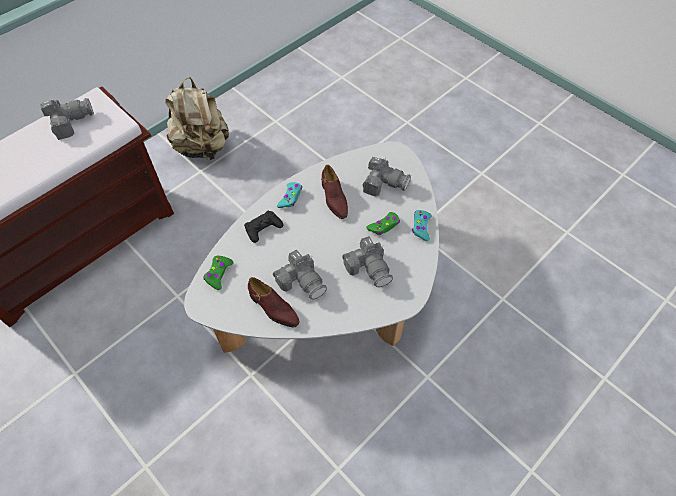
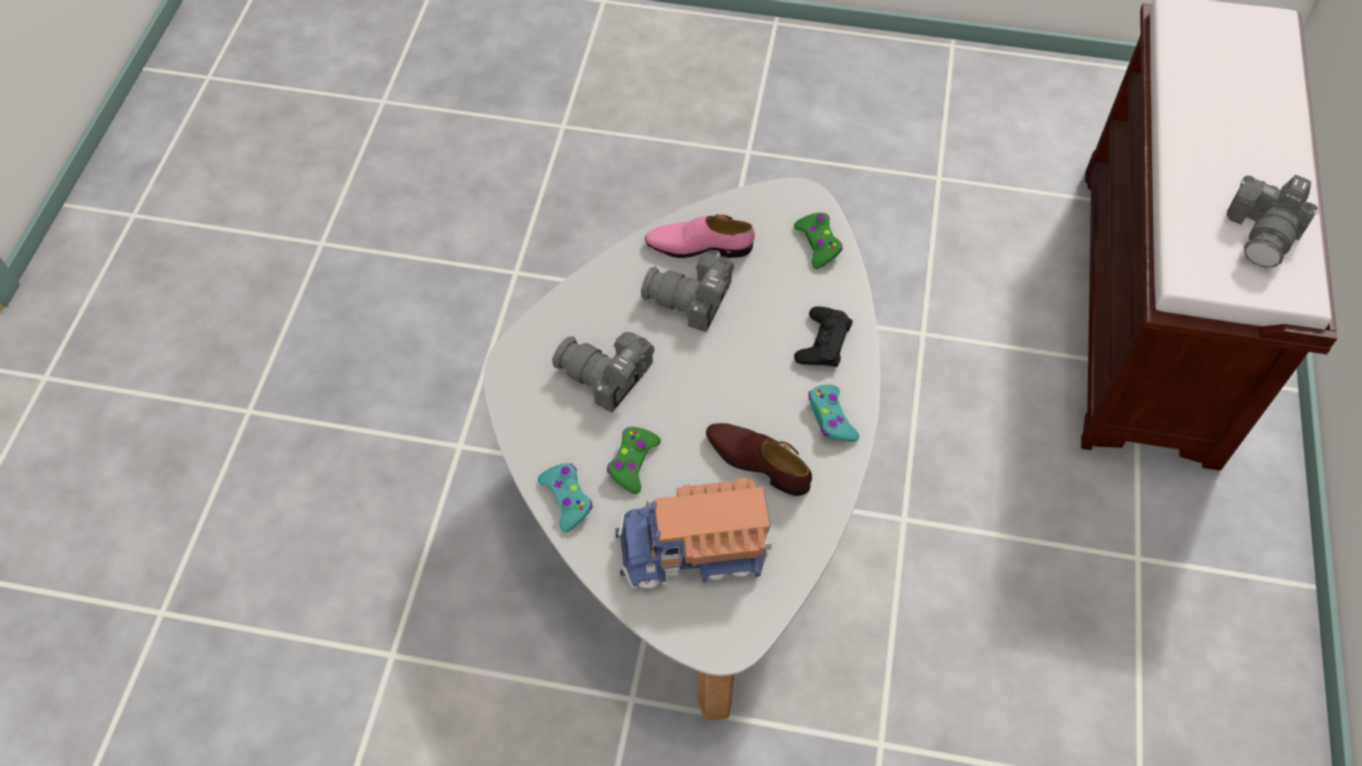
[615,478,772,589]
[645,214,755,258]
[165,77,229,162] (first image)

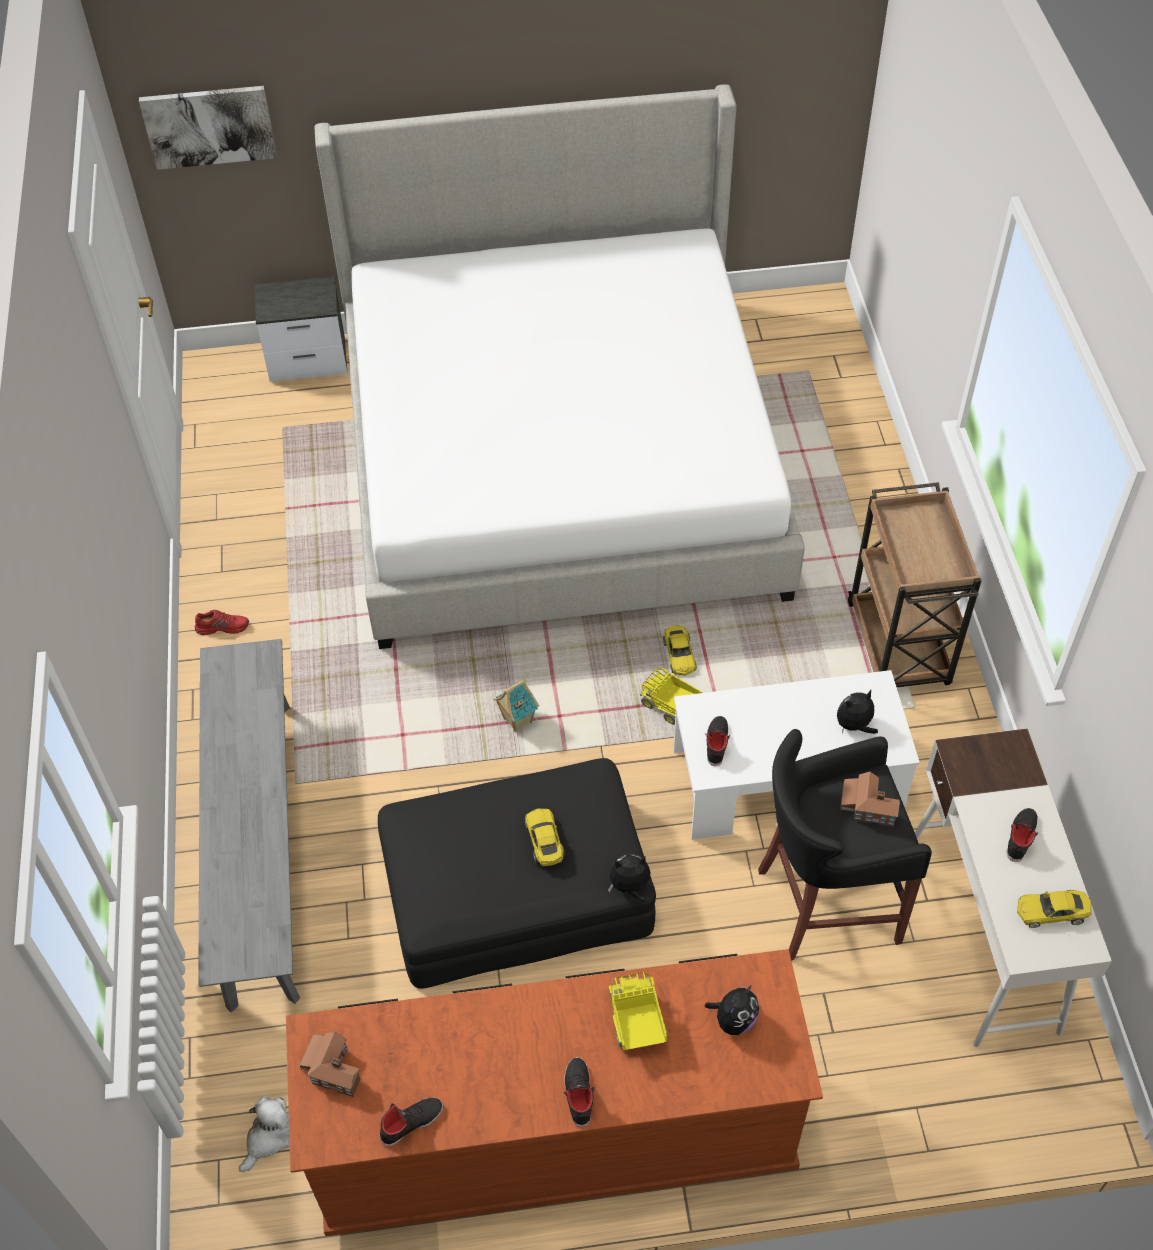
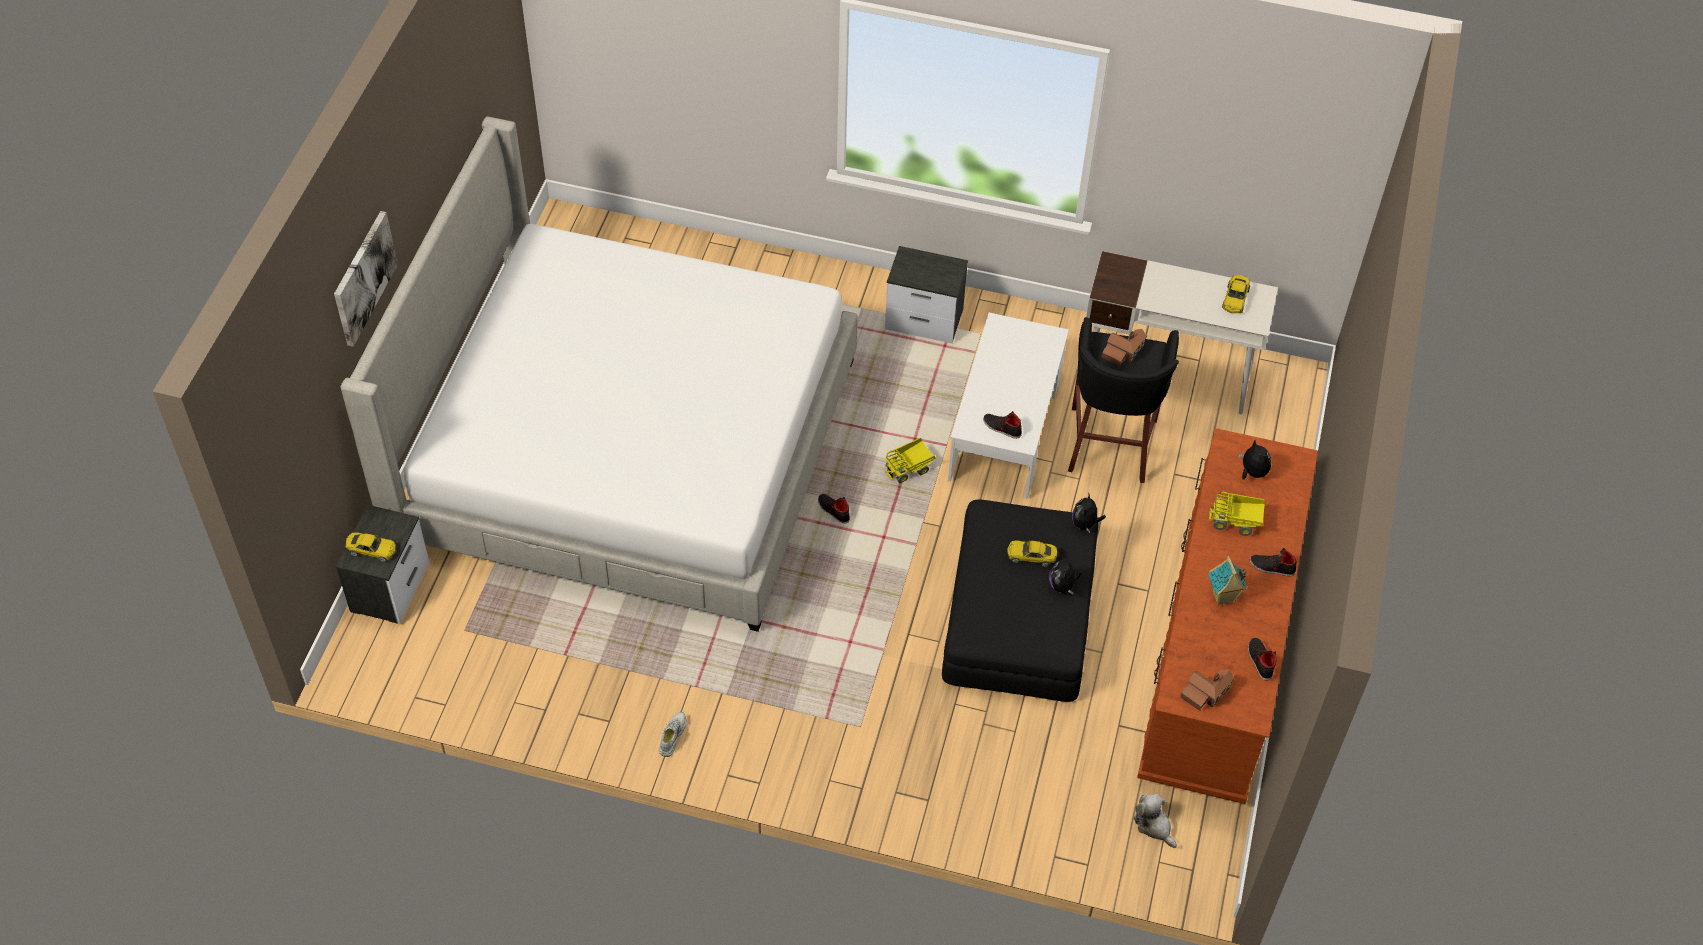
[334,211,398,347]
[345,532,396,562]
[659,712,687,757]
[818,494,850,524]
[885,246,968,343]
[1049,555,1082,595]
[1208,556,1247,606]
[198,639,300,1012] (first image)

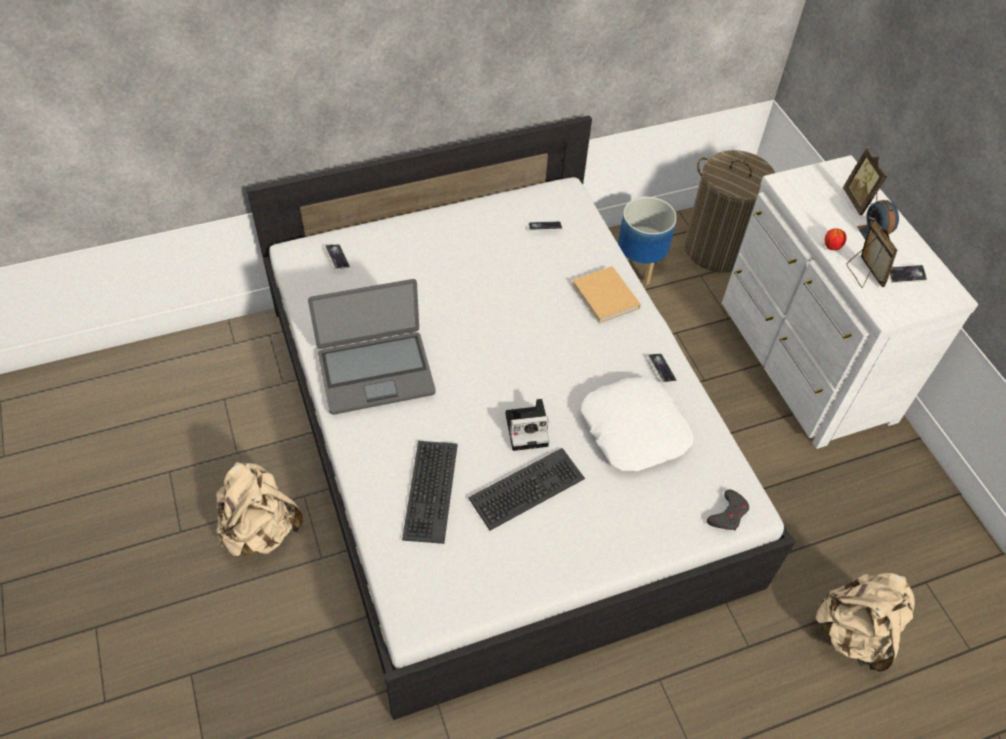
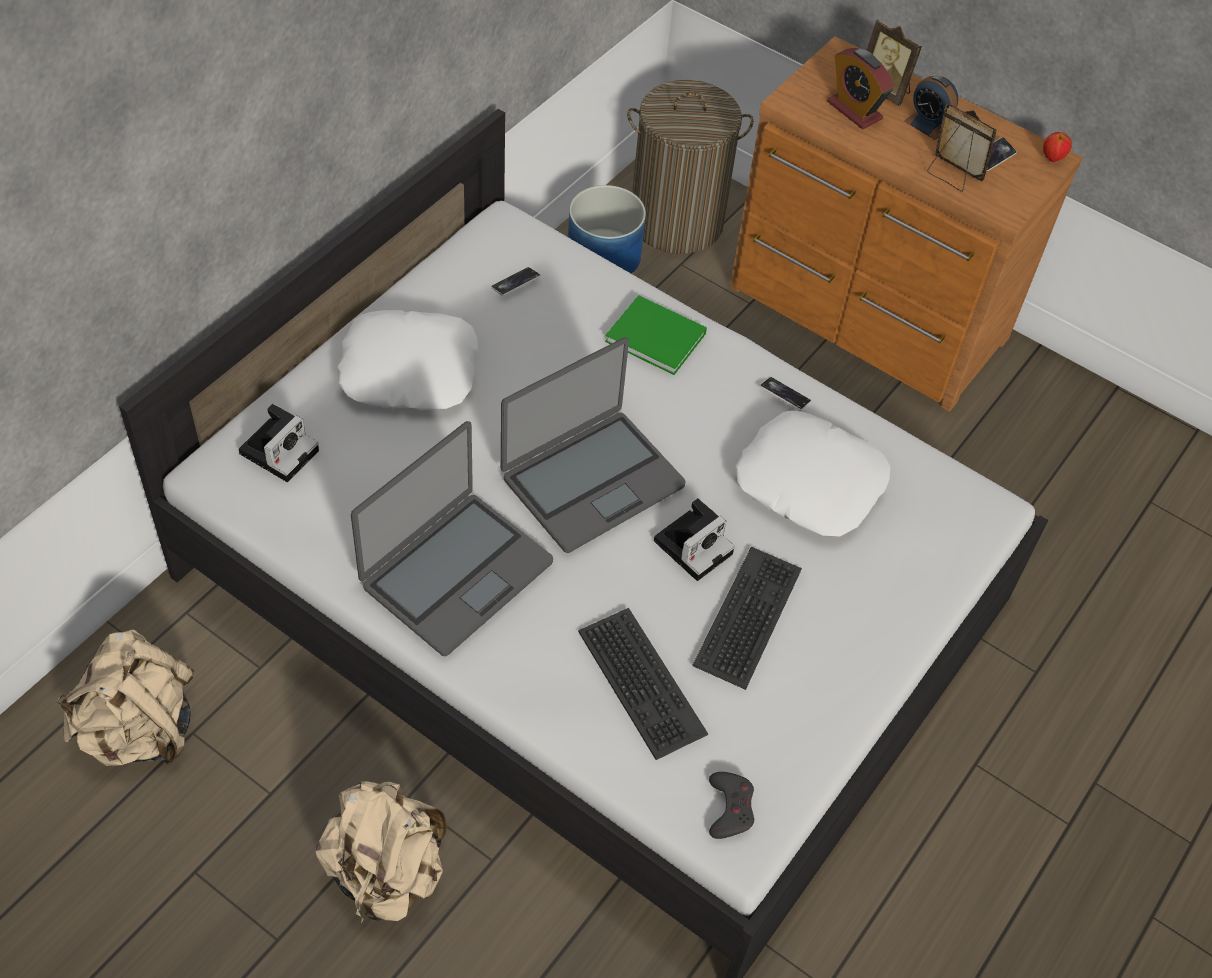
[57,629,194,766]
[239,404,319,482]
[338,310,478,410]
[501,337,686,553]
[605,295,707,375]
[709,772,755,839]
[730,36,1082,412]
[827,48,894,129]
[1043,132,1072,162]

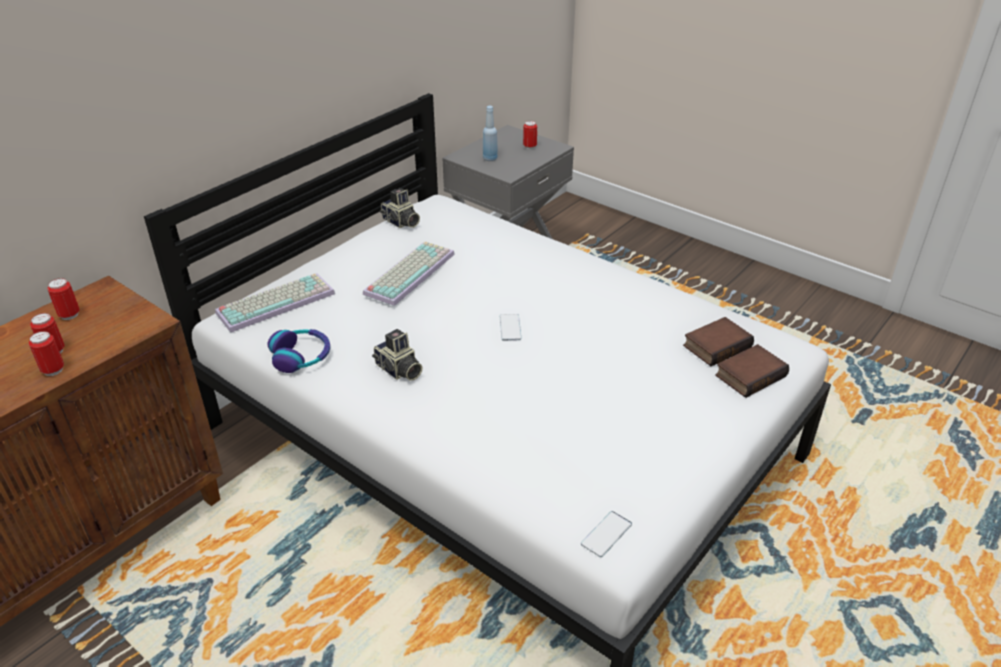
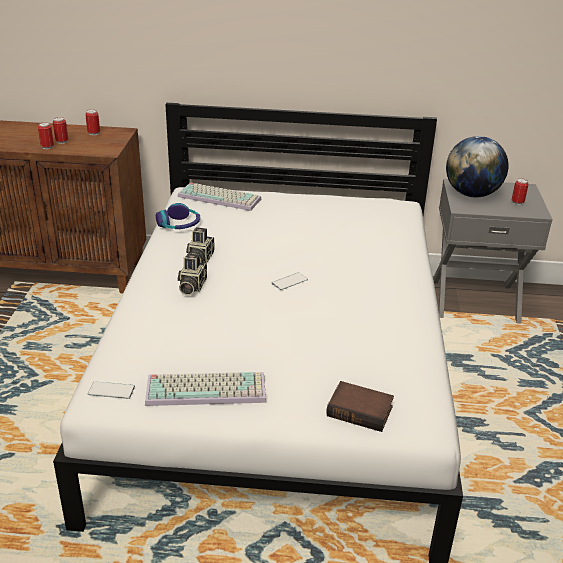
[145,372,266,406]
[178,253,207,295]
[446,136,509,197]
[683,317,754,366] (first image)

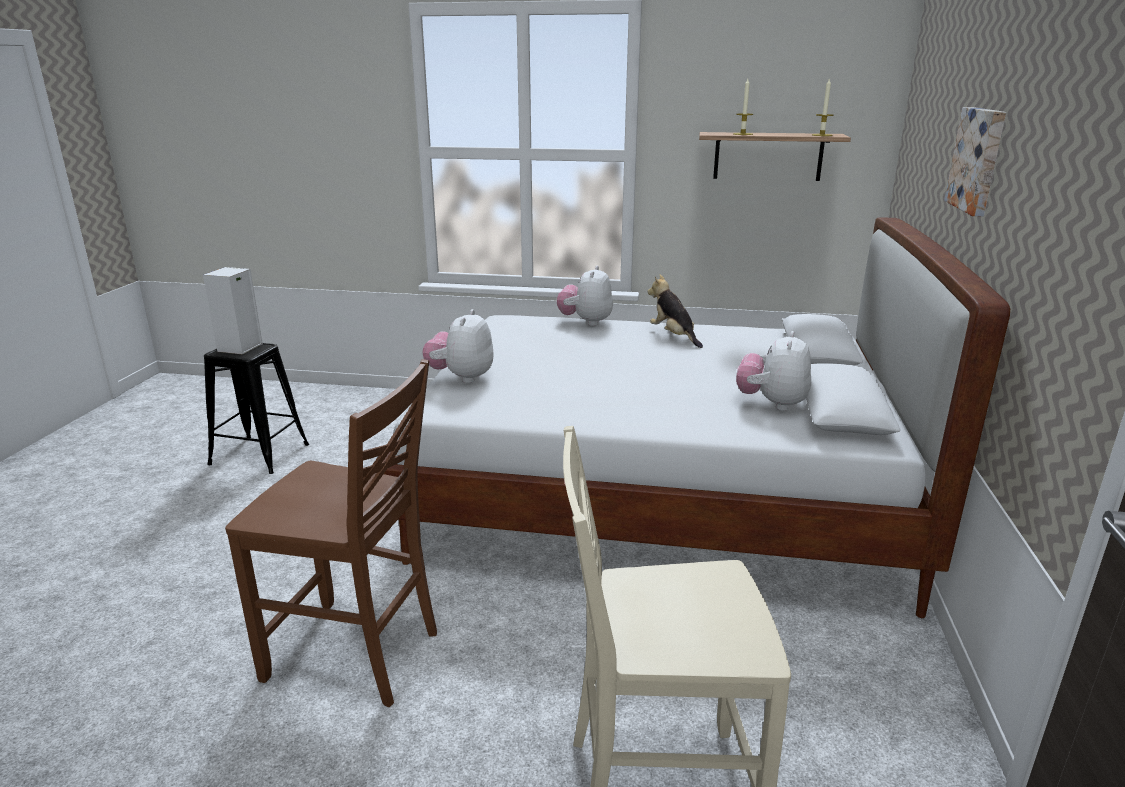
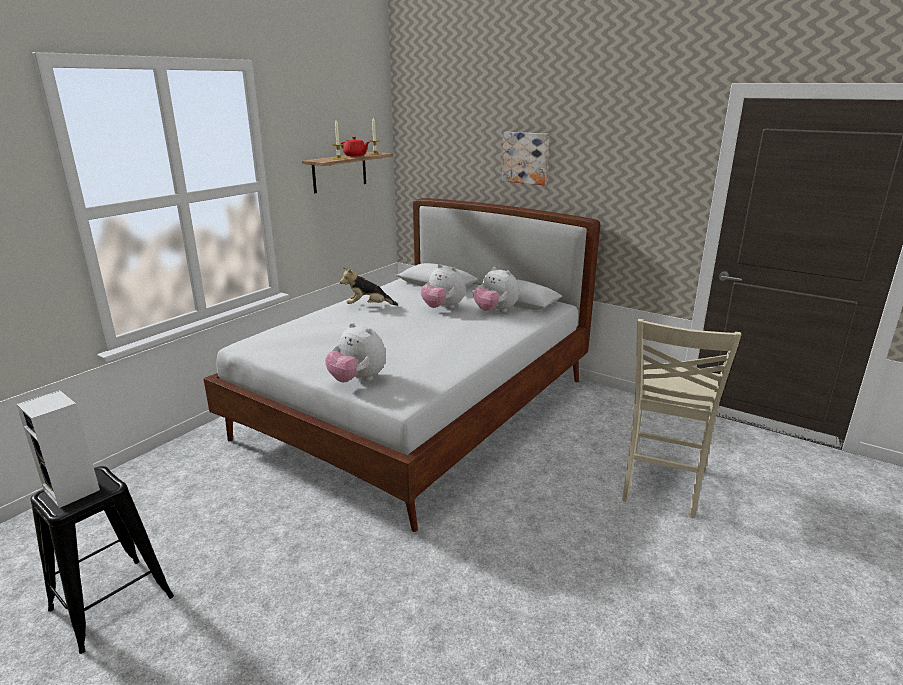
[341,137,369,157]
[421,264,465,309]
[225,359,437,707] (first image)

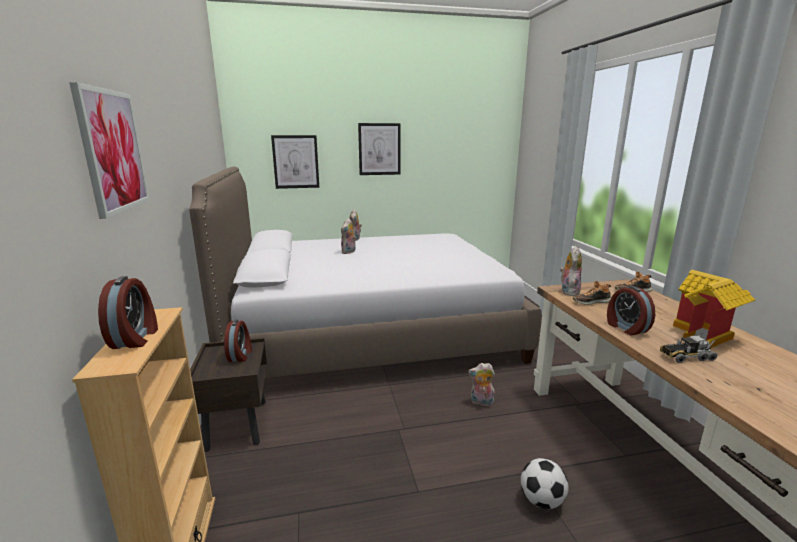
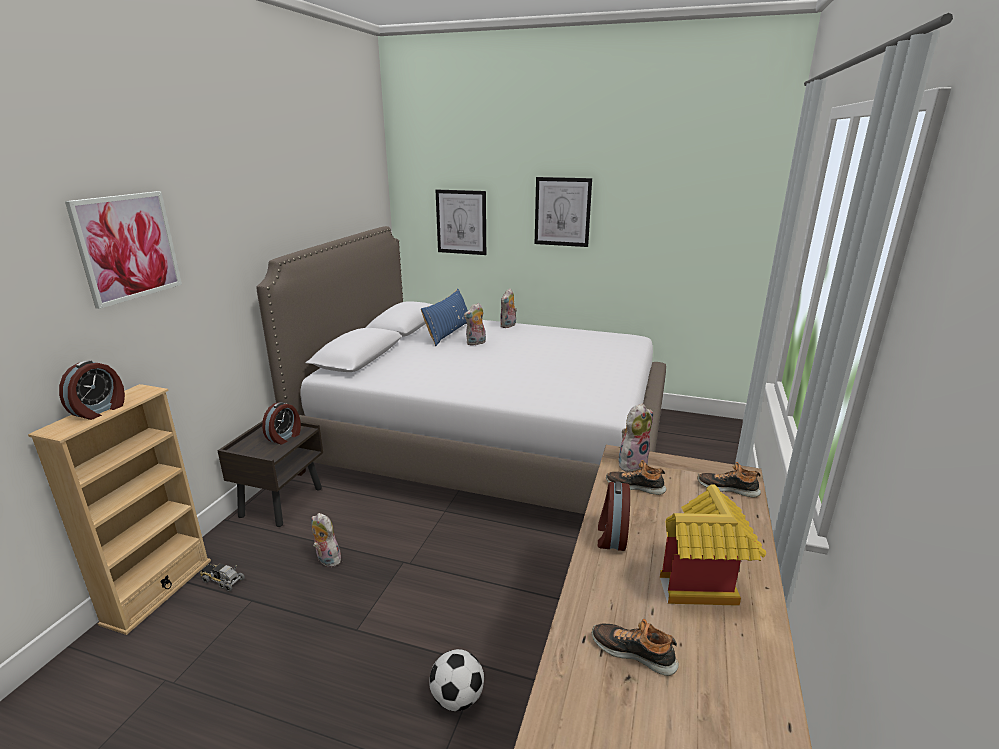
[200,563,245,591]
[311,513,343,567]
[421,289,468,346]
[592,619,679,676]

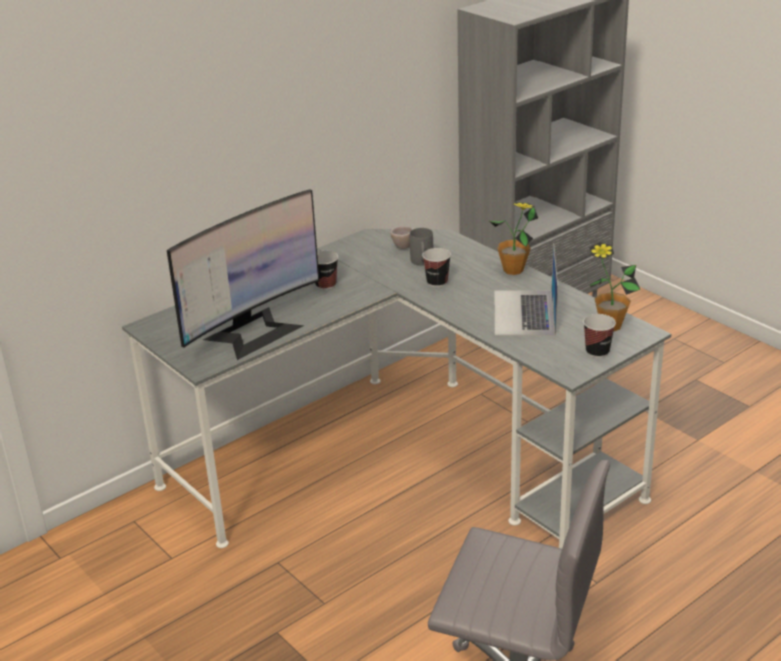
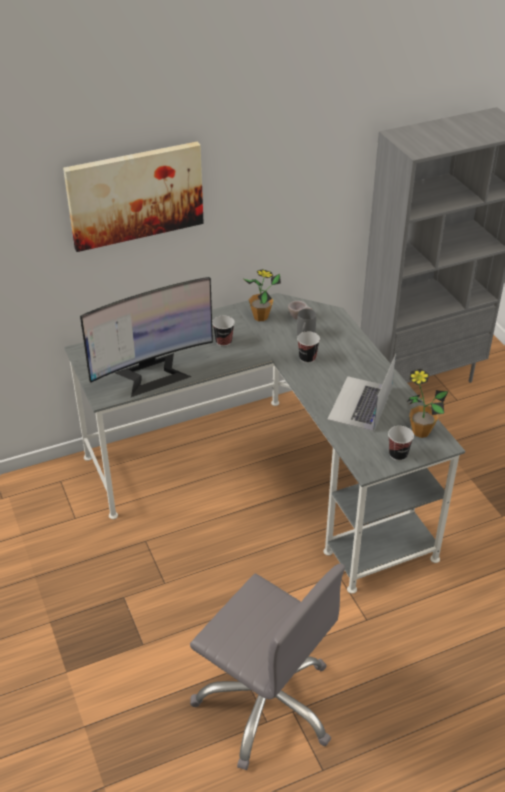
[63,141,204,252]
[244,269,281,321]

